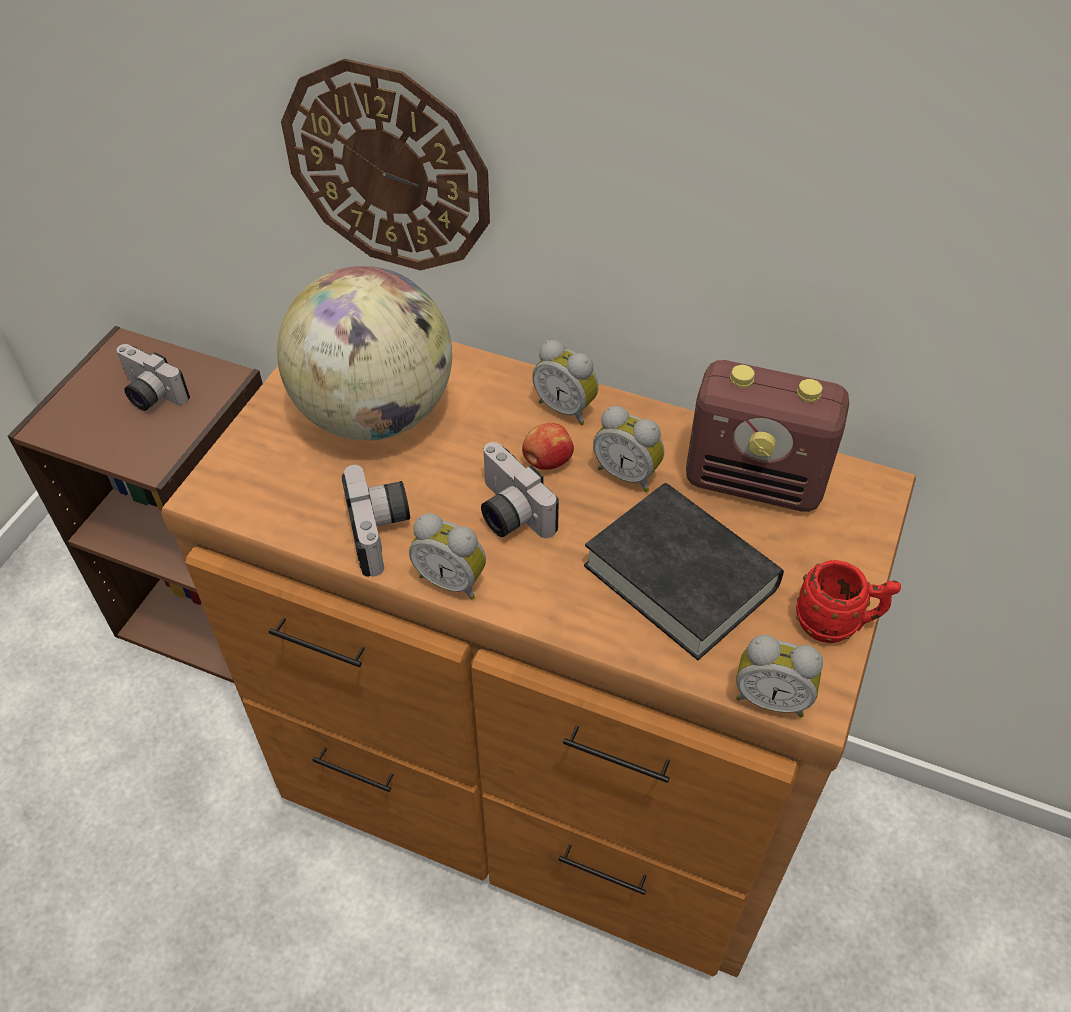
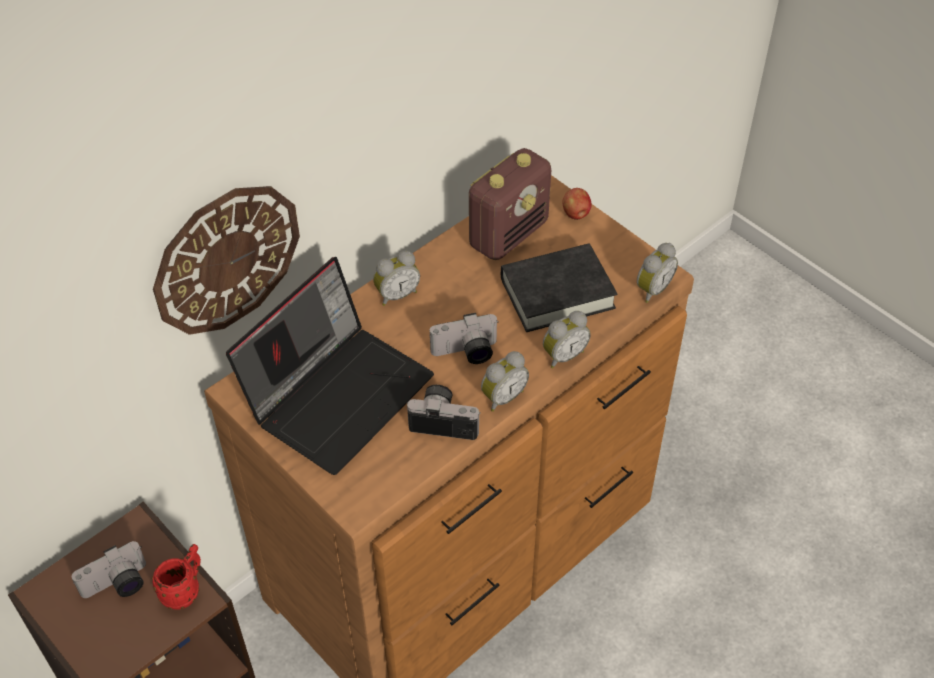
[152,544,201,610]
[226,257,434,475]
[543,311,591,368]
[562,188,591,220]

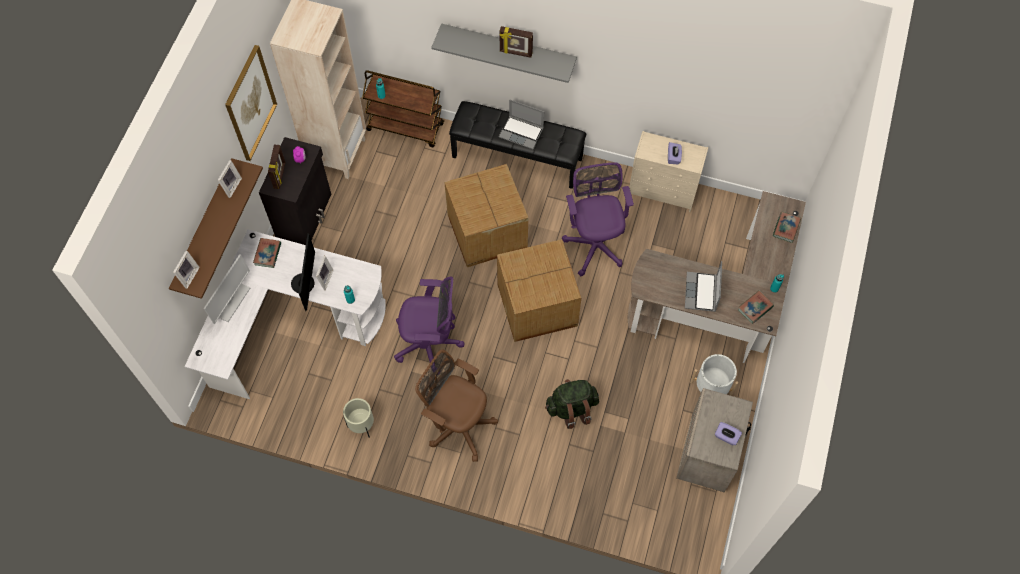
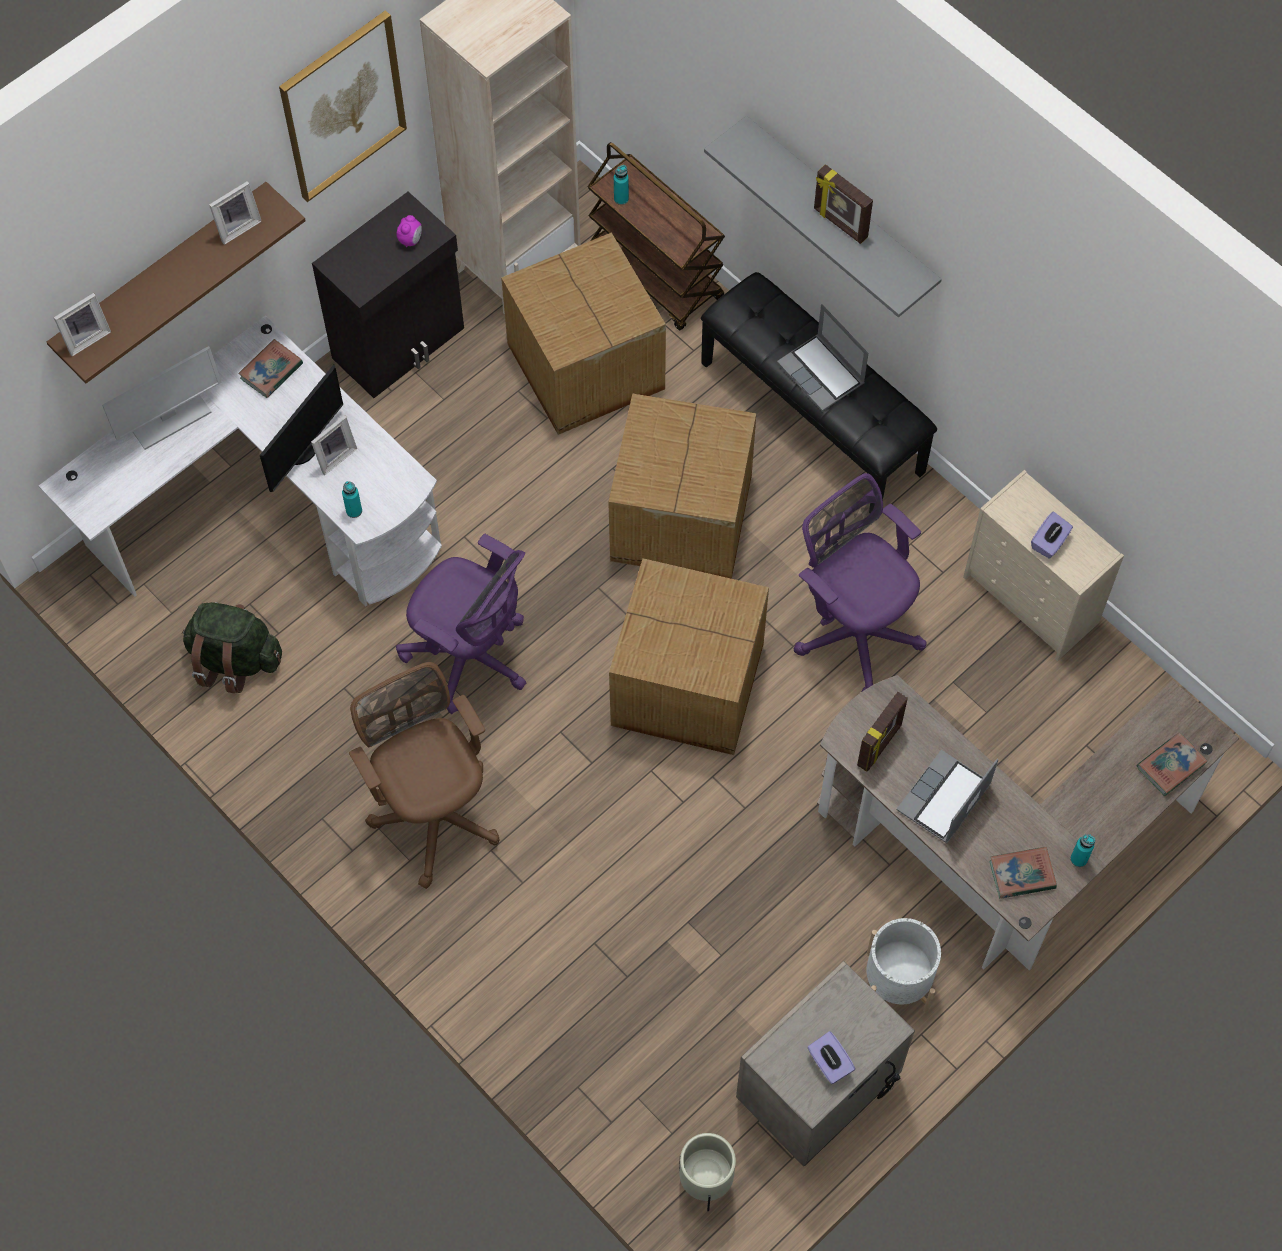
[182,602,282,693]
[501,232,666,435]
[679,1133,736,1211]
[794,473,927,691]
[857,692,908,772]

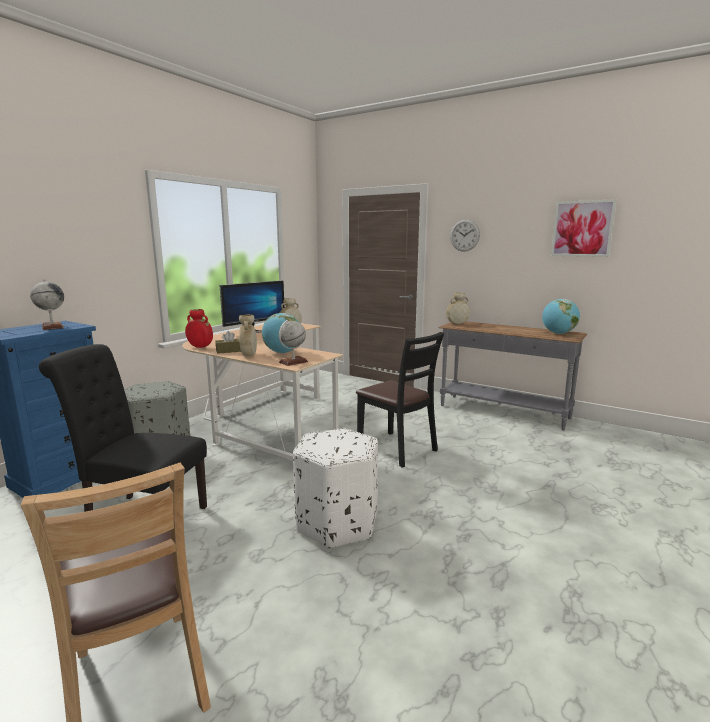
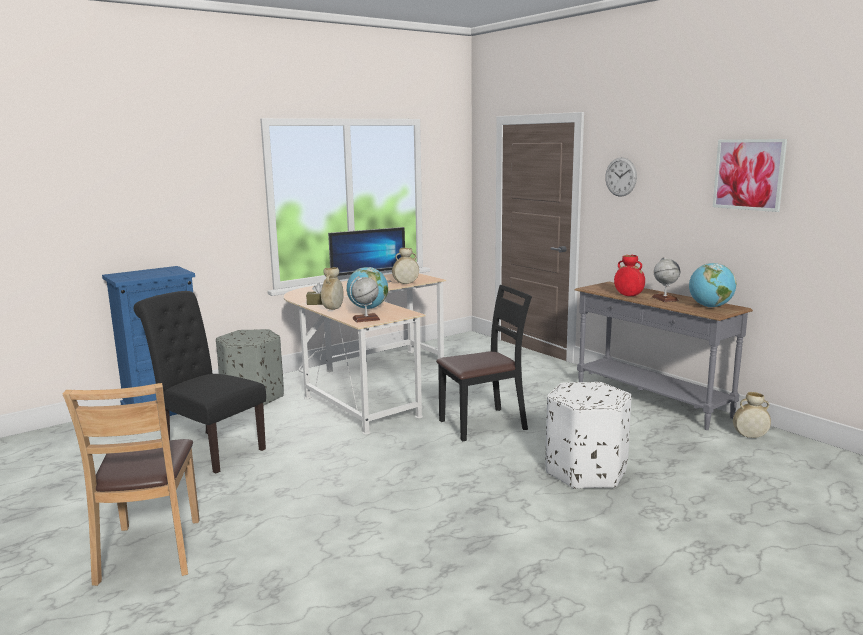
[436,285,532,441]
[545,382,632,489]
[614,255,645,296]
[652,257,680,302]
[733,392,771,438]

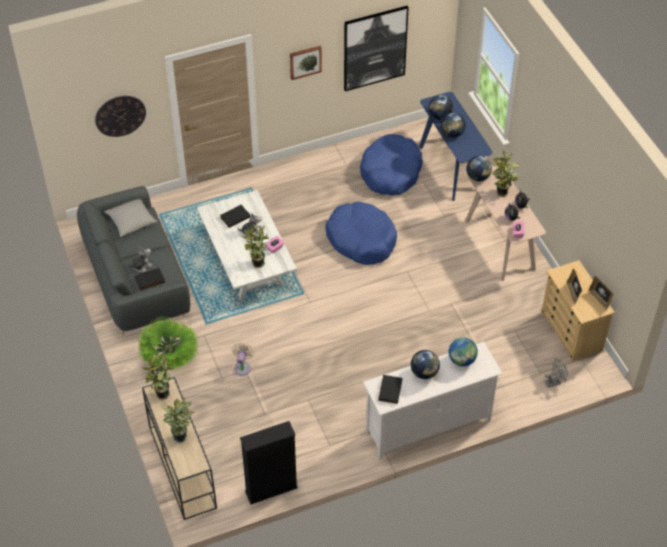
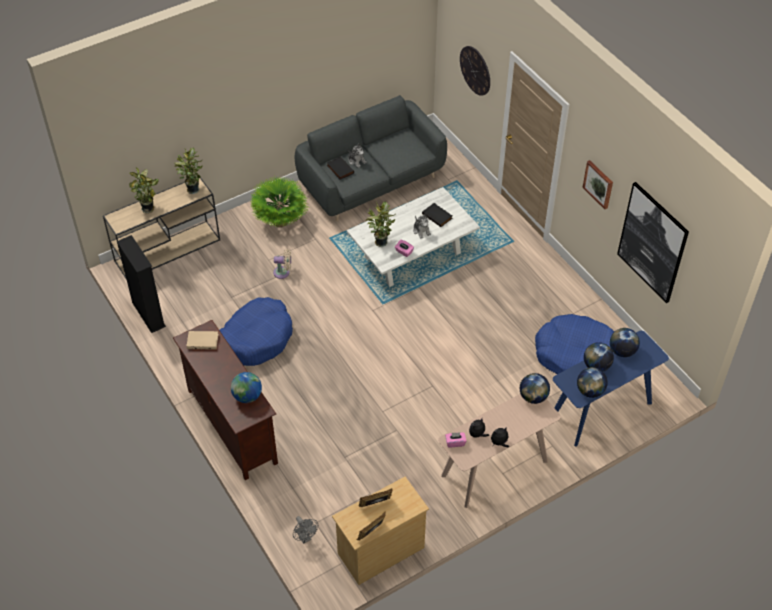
[173,320,278,480]
[186,331,218,350]
[219,297,293,366]
[577,367,608,398]
[104,199,157,237] (first image)
[492,151,520,197] (first image)

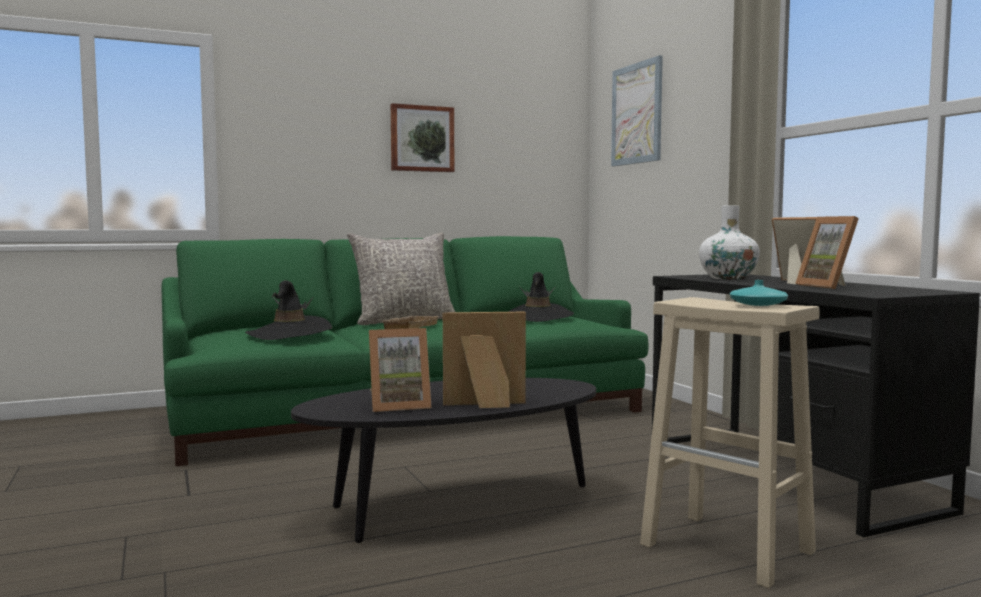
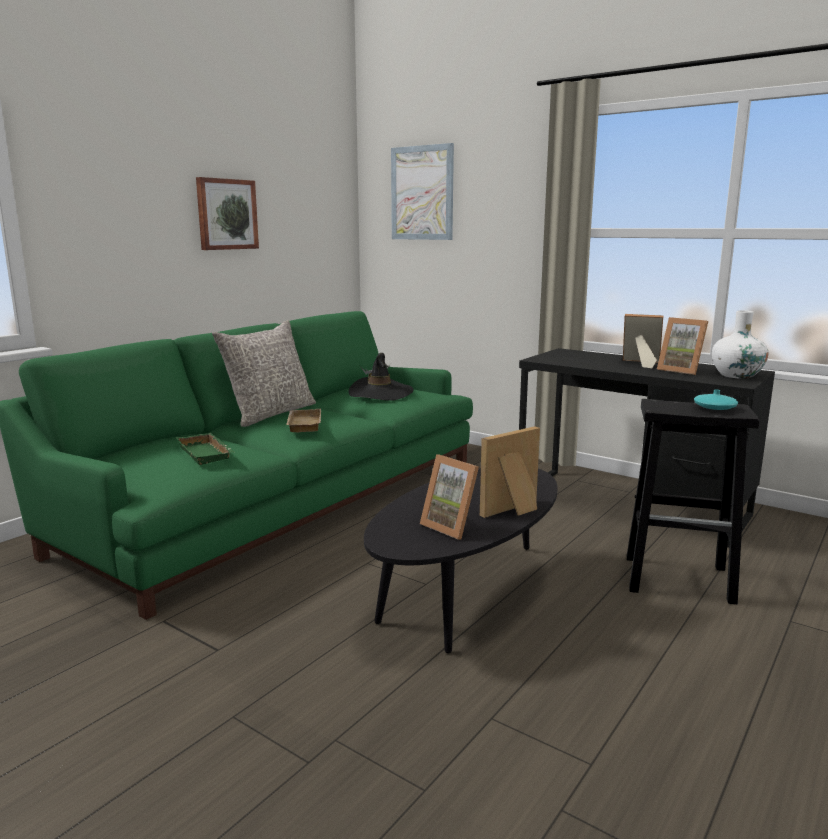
[176,433,234,465]
[420,454,479,539]
[627,399,759,605]
[712,310,769,379]

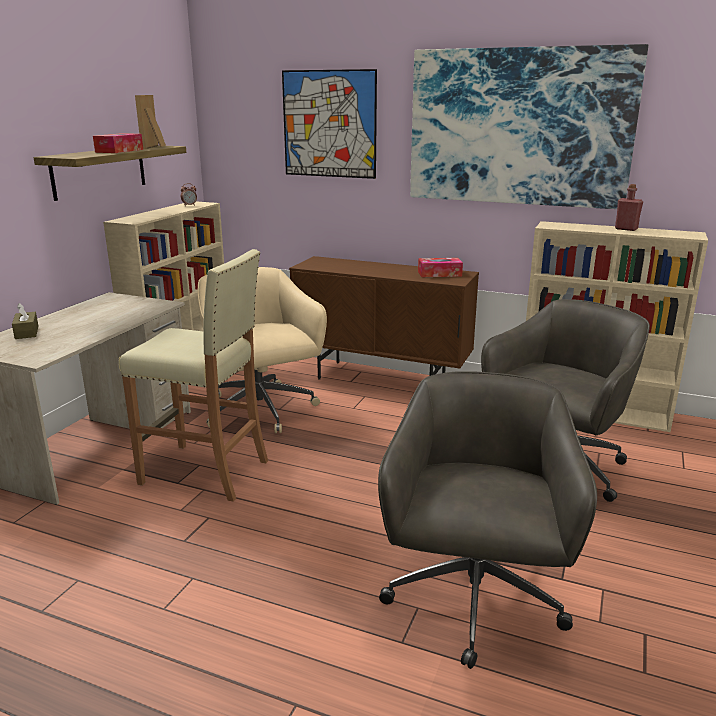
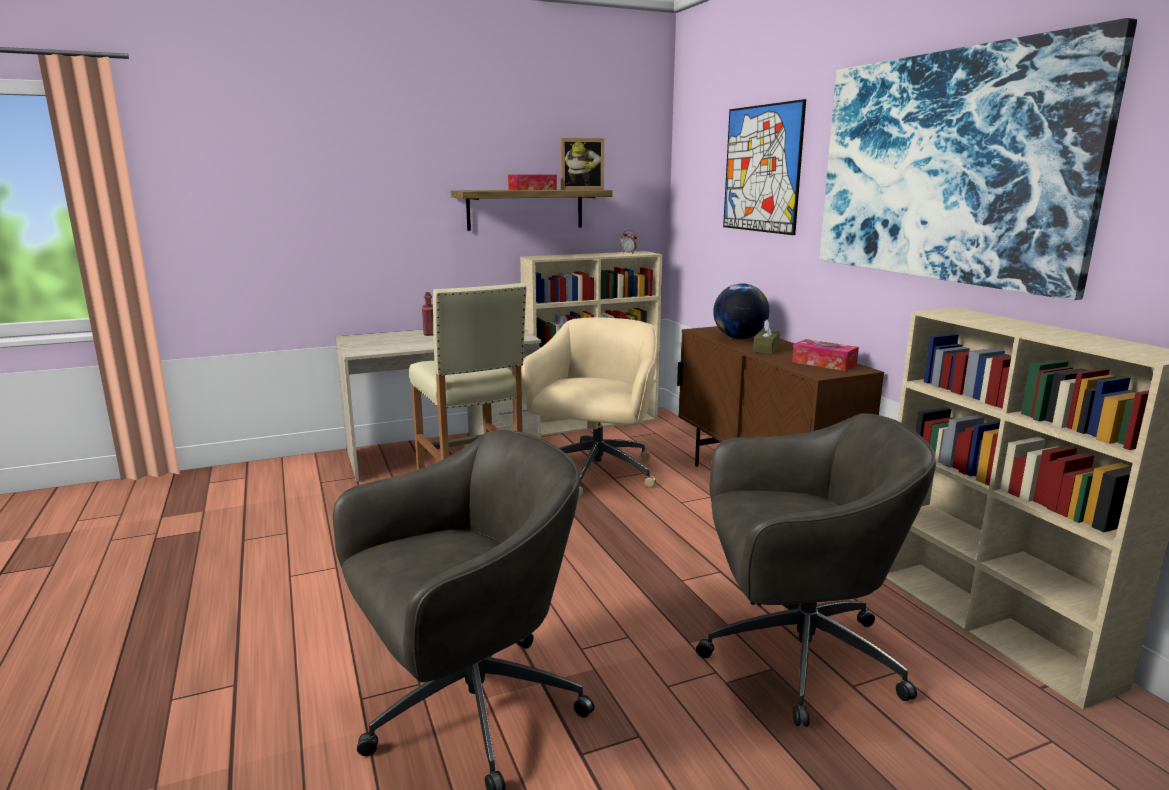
[422,292,433,336]
[560,138,604,190]
[713,283,769,339]
[753,319,780,354]

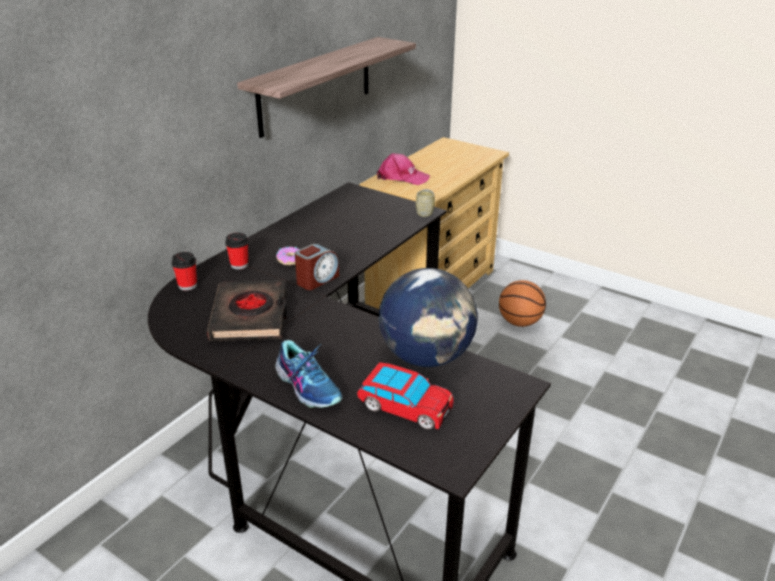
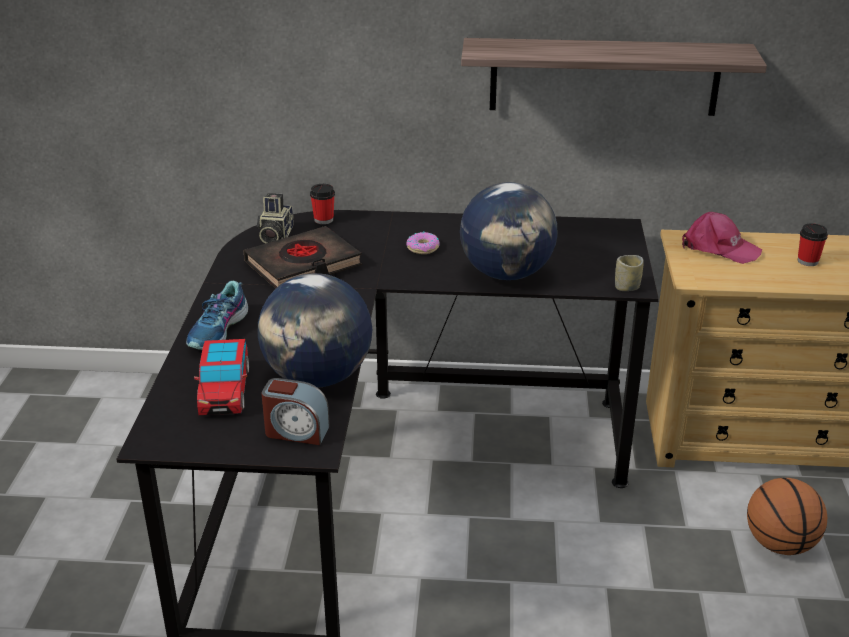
[257,193,294,244]
[261,378,330,445]
[460,182,557,280]
[682,212,762,264]
[798,223,828,266]

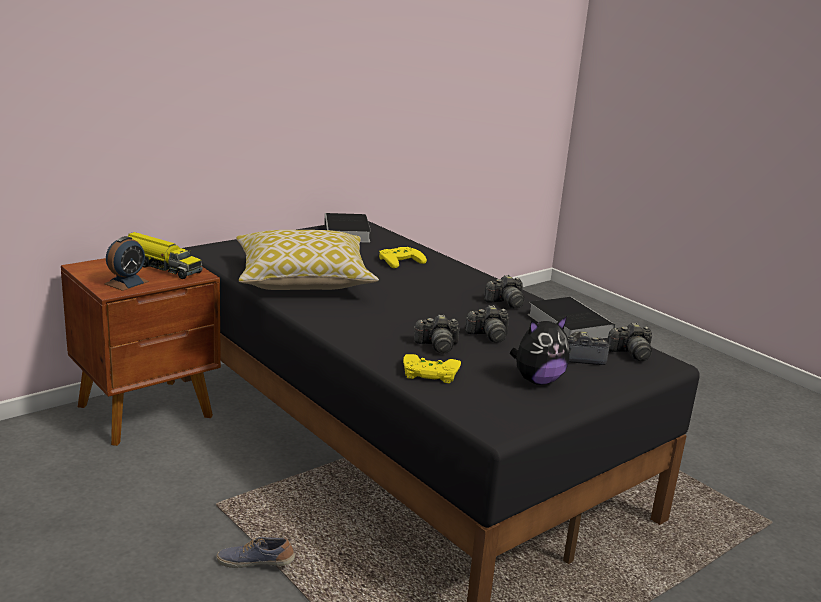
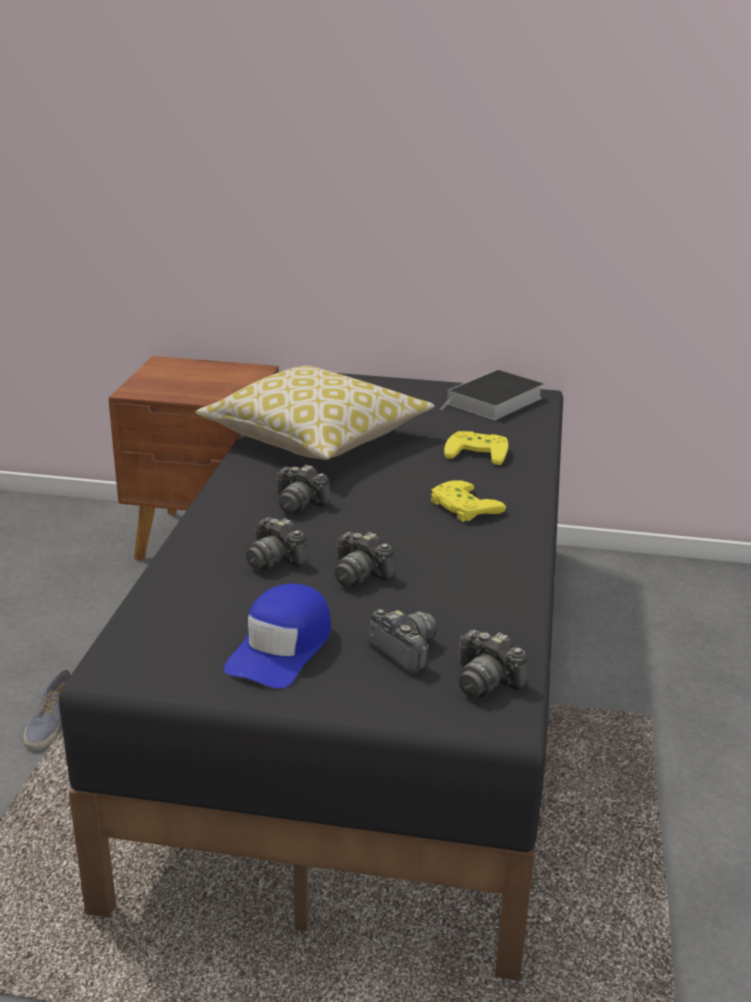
[24,668,72,750]
[224,584,331,689]
[276,464,330,513]
[431,480,506,522]
[104,236,149,291] (first image)
[128,232,203,279] (first image)
[528,297,615,338] (first image)

